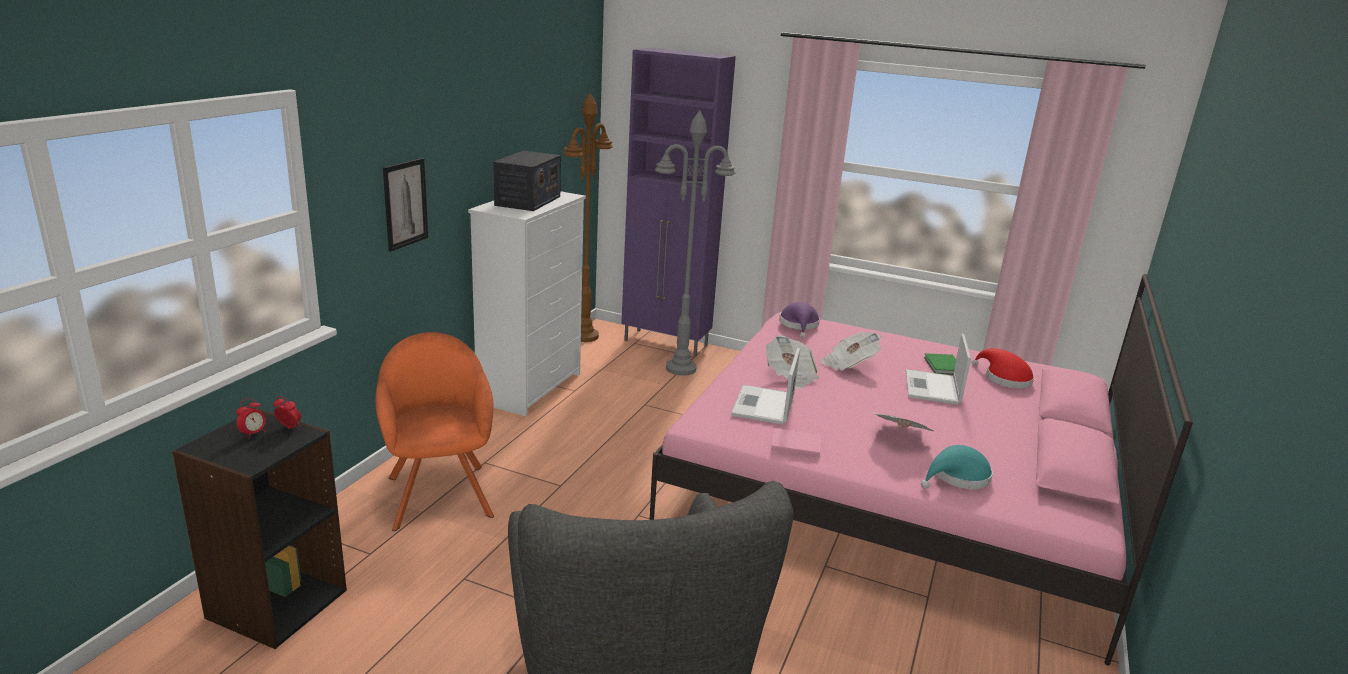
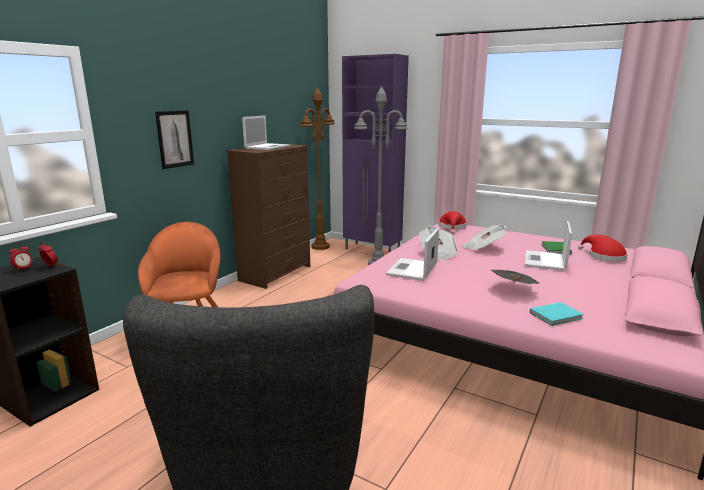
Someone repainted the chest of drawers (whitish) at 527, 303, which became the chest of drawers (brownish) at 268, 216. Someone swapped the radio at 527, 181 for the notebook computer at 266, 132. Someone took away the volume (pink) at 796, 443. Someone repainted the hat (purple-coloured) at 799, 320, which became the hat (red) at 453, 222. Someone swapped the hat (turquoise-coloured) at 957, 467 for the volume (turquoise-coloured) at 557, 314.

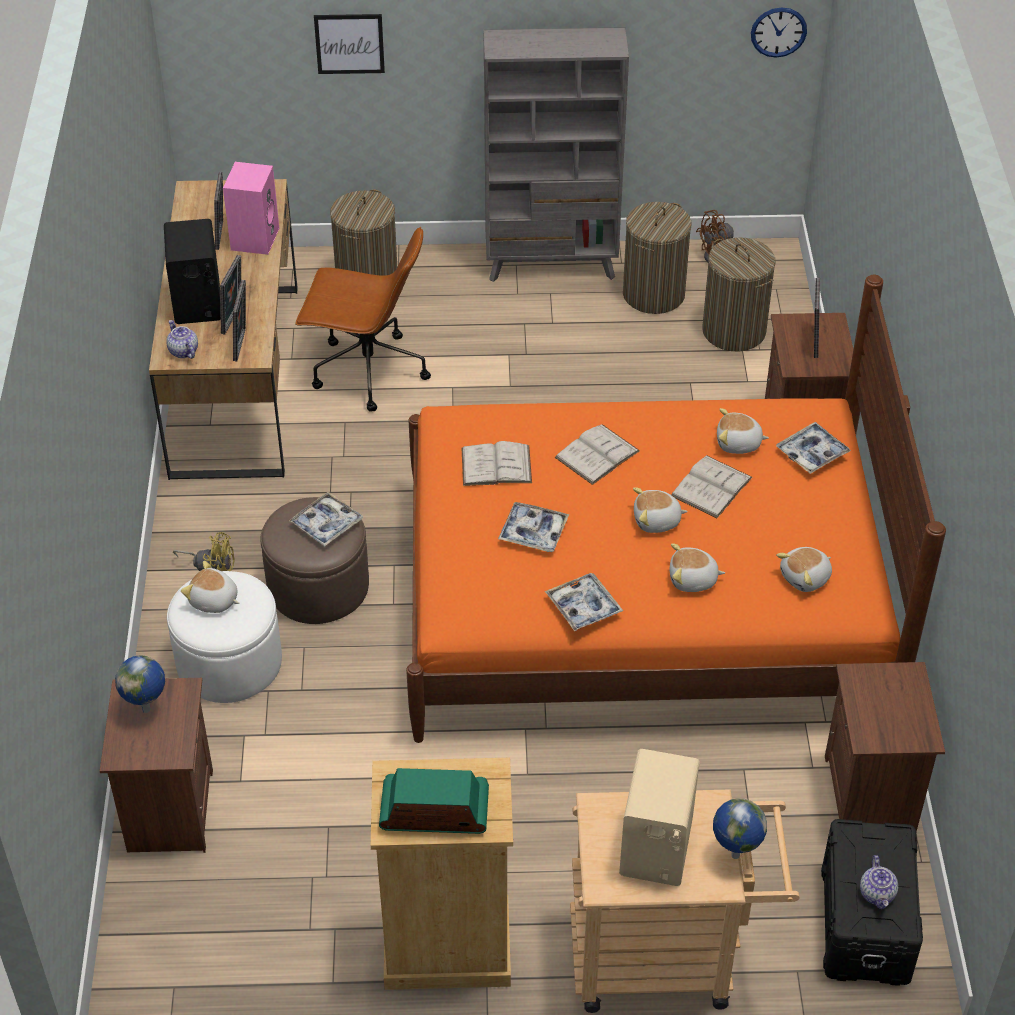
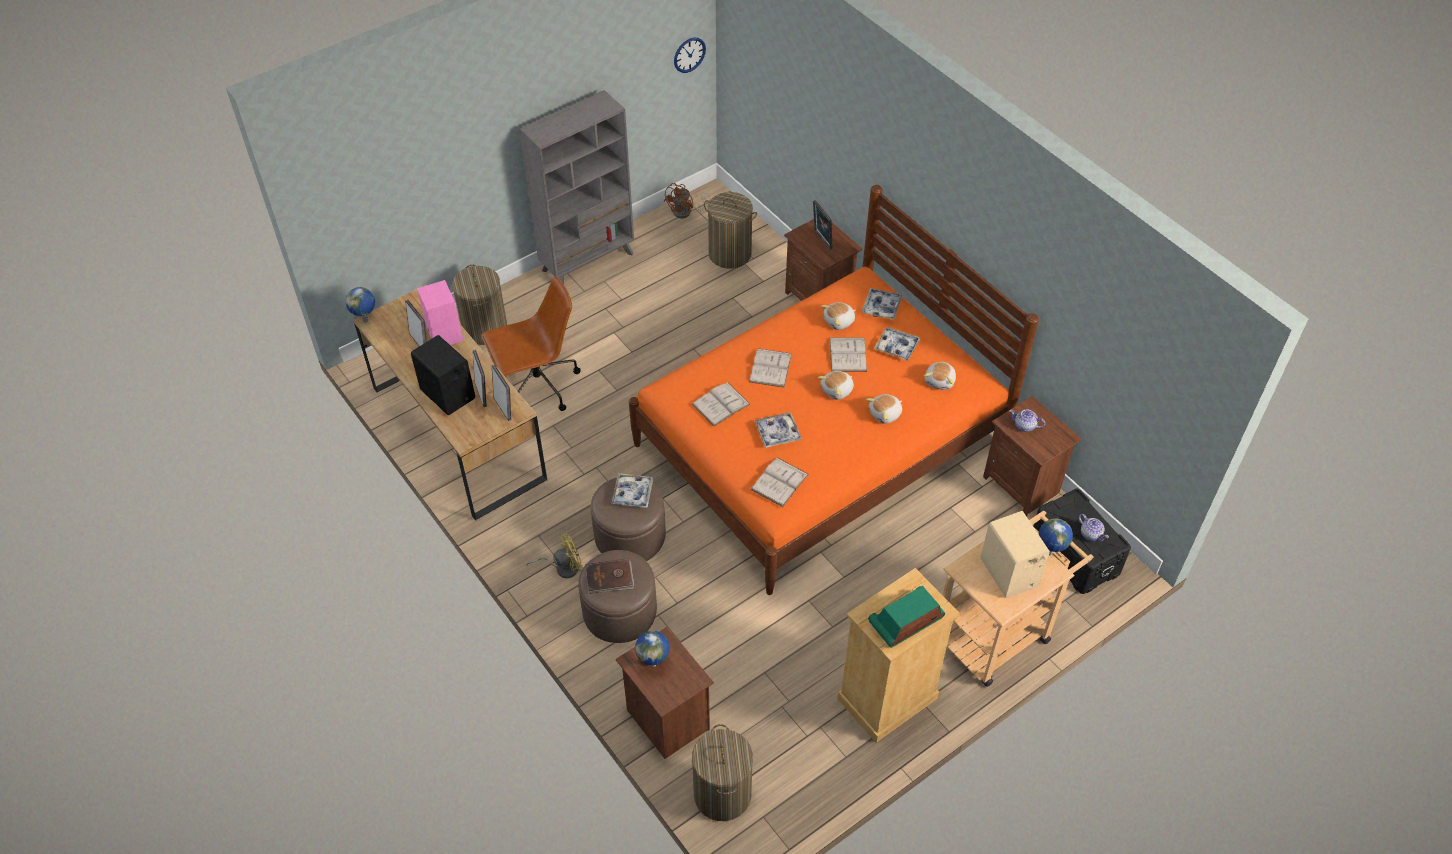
Someone carried the teapot from 182, 339 to 1027, 420. Someone repainted the ottoman (whitish) at 224, 637, which became the ottoman (brownish) at 617, 596. Someone swapped the cuddly toy at 210, 587 for the volume (brownish) at 609, 576. Someone took away the wall picture at 349, 44. Someone carried the carrying tray from 584, 602 to 897, 344. Someone carried the hamper from 657, 258 to 722, 772. Someone put down the globe at 360, 305. Someone put down the volume (whitish) at 780, 482.

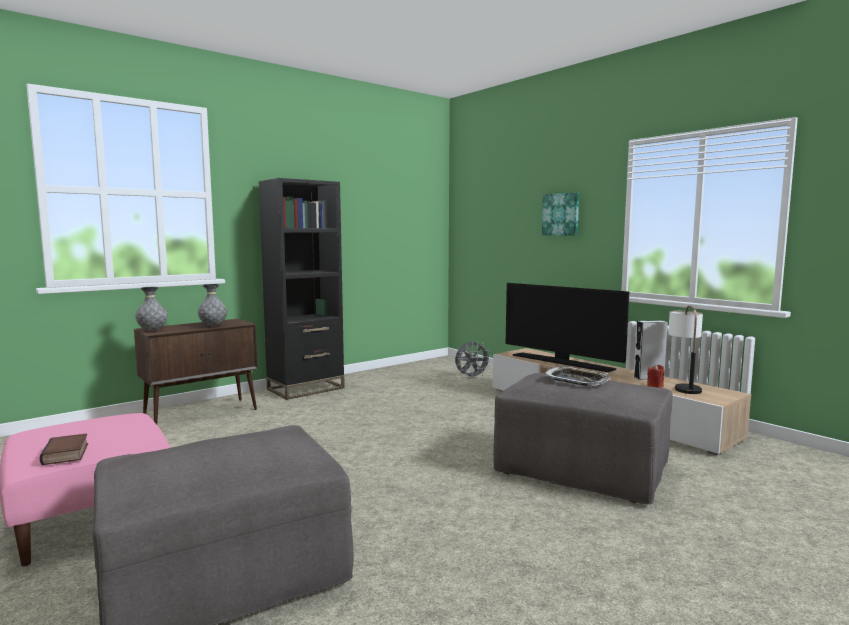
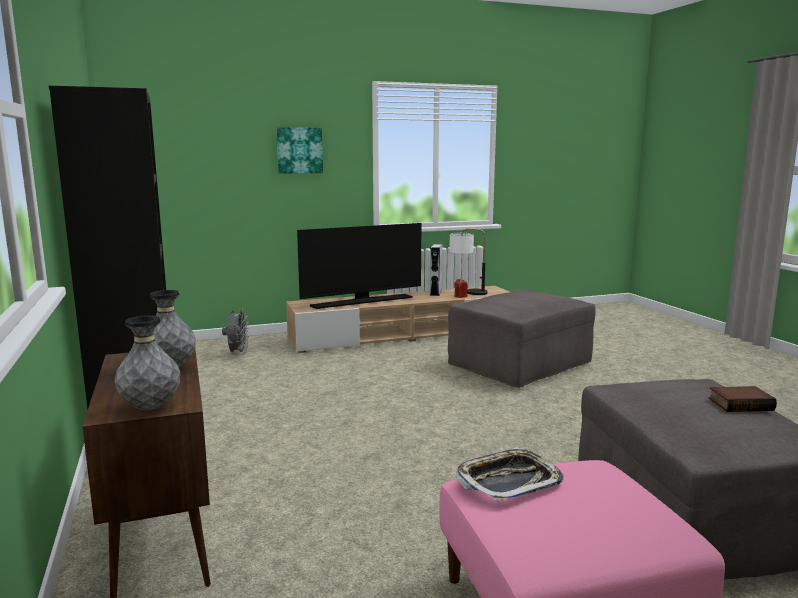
Someone carried the volume from 64, 449 to 743, 399. Someone carried the carrying tray from 577, 376 to 510, 474.

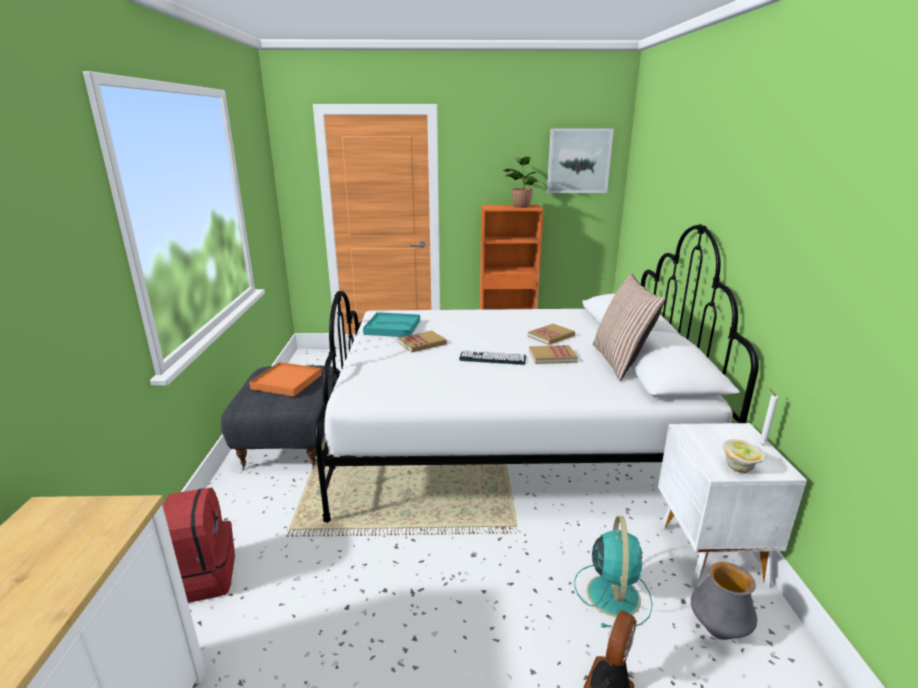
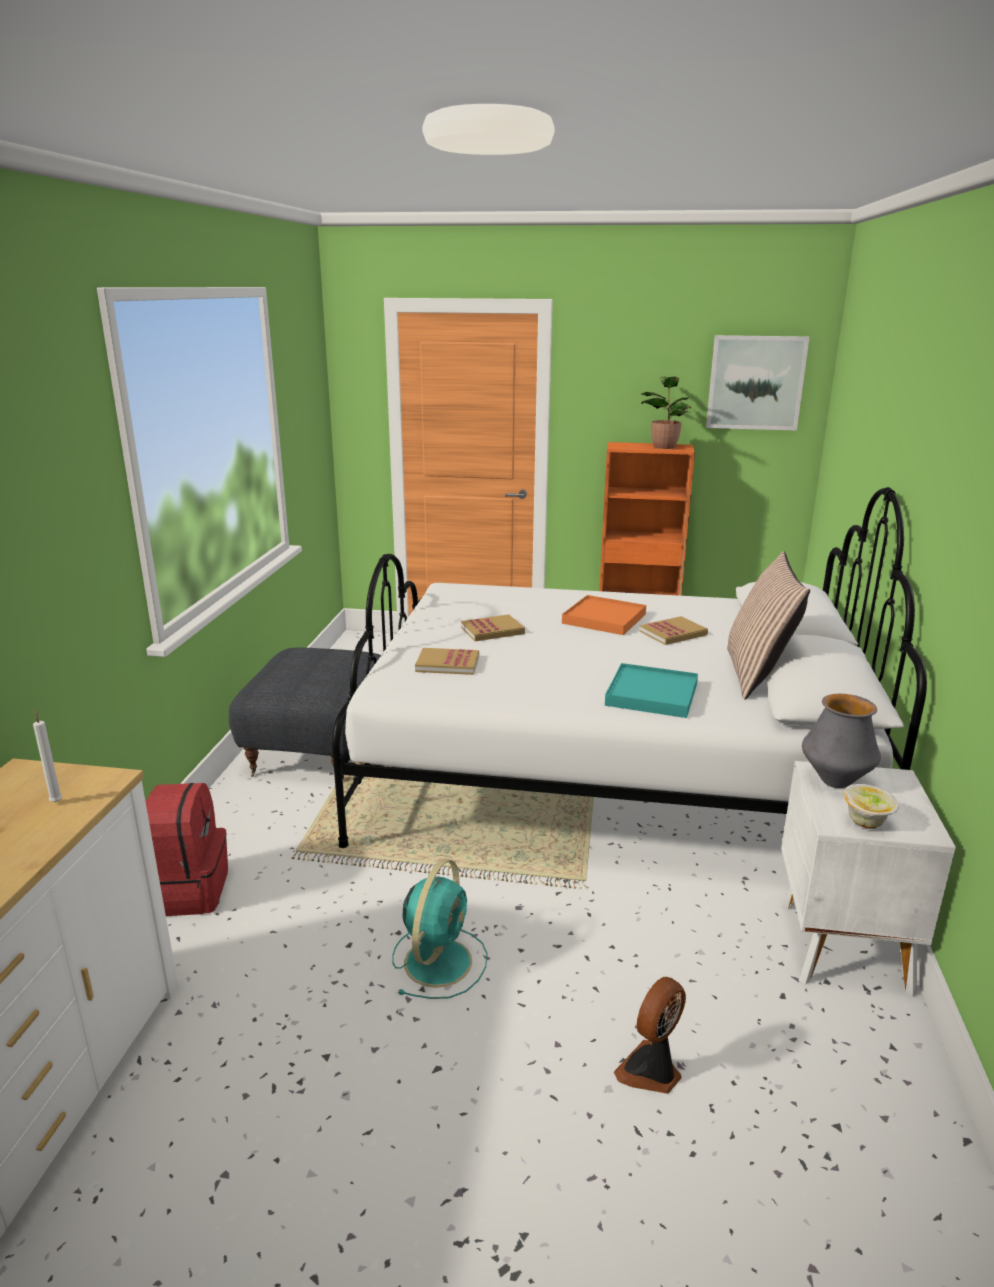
Someone carried the carrying tray (orange) from 285, 379 to 604, 615. Someone carried the carrying tray (turquoise-coloured) from 391, 324 to 651, 690. Someone took away the computer keyboard at 492, 357. Someone carried the volume from 553, 354 to 447, 661. Someone carried the electric fan (turquoise-coloured) from 613, 572 to 440, 929. Someone carried the flower vase from 724, 601 to 841, 741. Someone carried the candle (whitish) from 768, 417 to 47, 756.

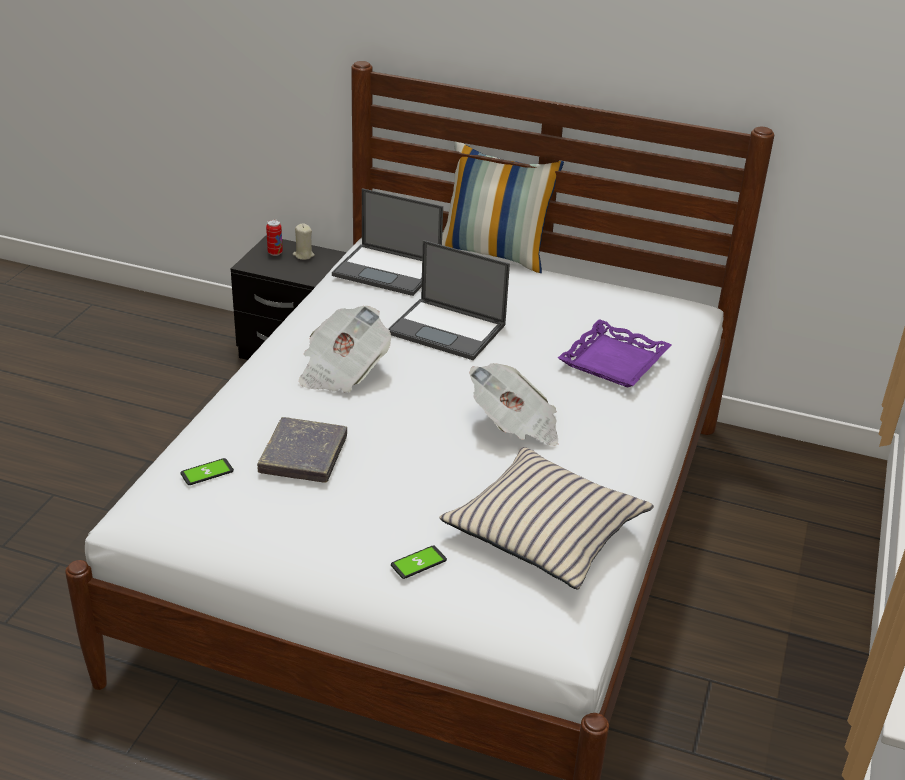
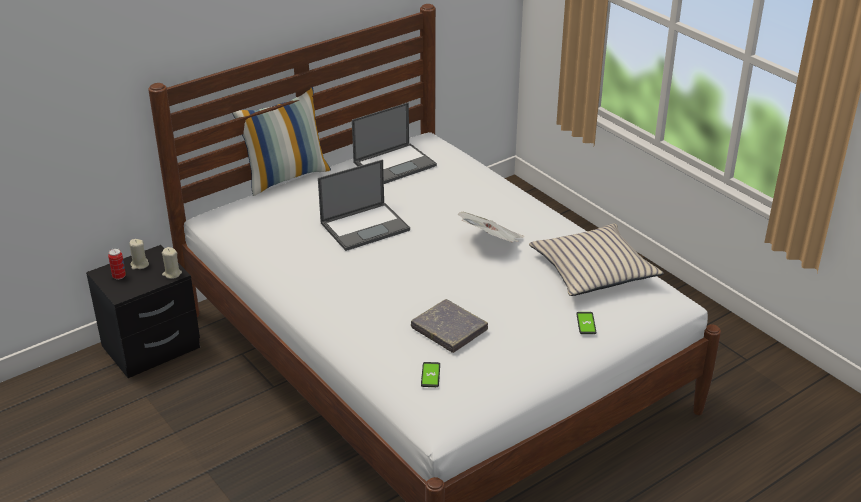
Someone took away the daily paper at 345, 349. Someone carried the notebook computer from 387, 242 to 394, 143. Someone took away the carrying tray (purple-coloured) at 614, 353. Someone put down the candle (beige) at 172, 263.

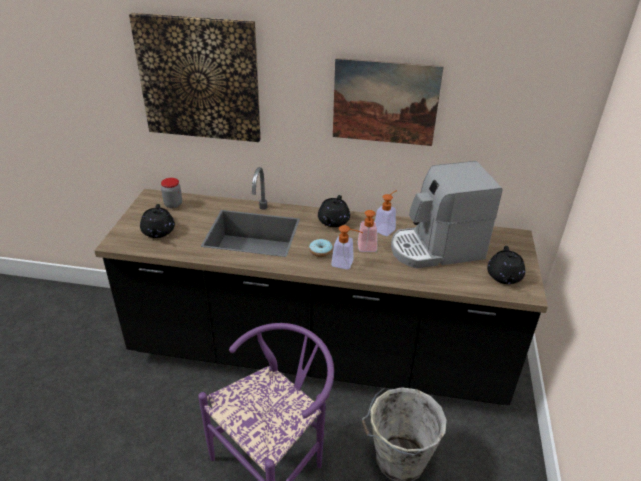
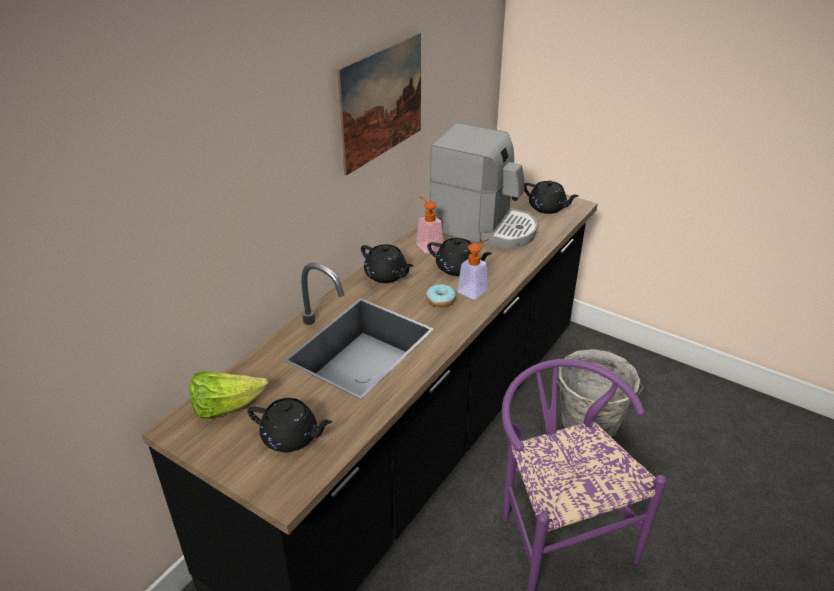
Someone took away the wall picture at 195, 77. Someone swapped the storage jar at 171, 193 for the lettuce head at 228, 395. Someone swapped the liquid soap bottle at 367, 231 for the teapot (blackish) at 460, 257. Someone rotated the coffee maker at 446, 214 by 75 degrees counterclockwise.

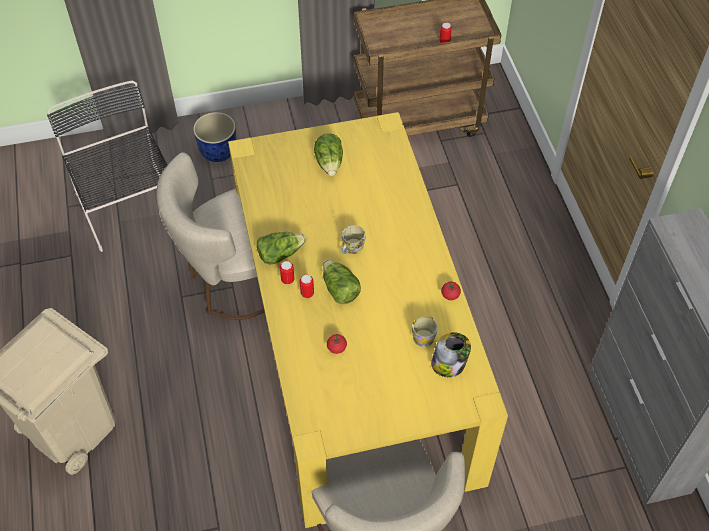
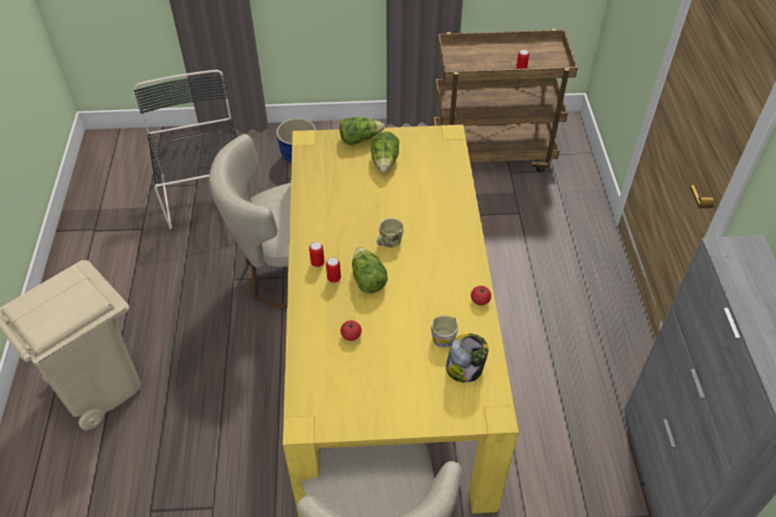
Someone carried the lettuce head from 281, 248 to 362, 131.

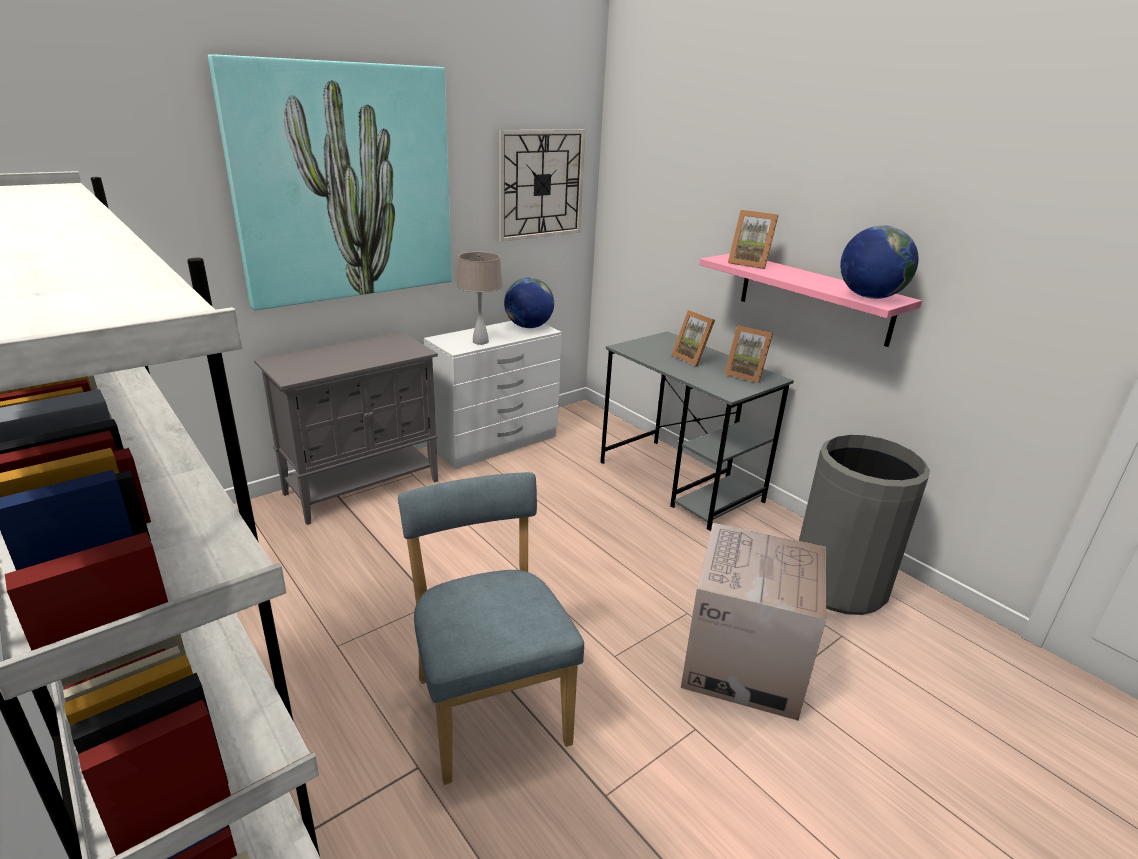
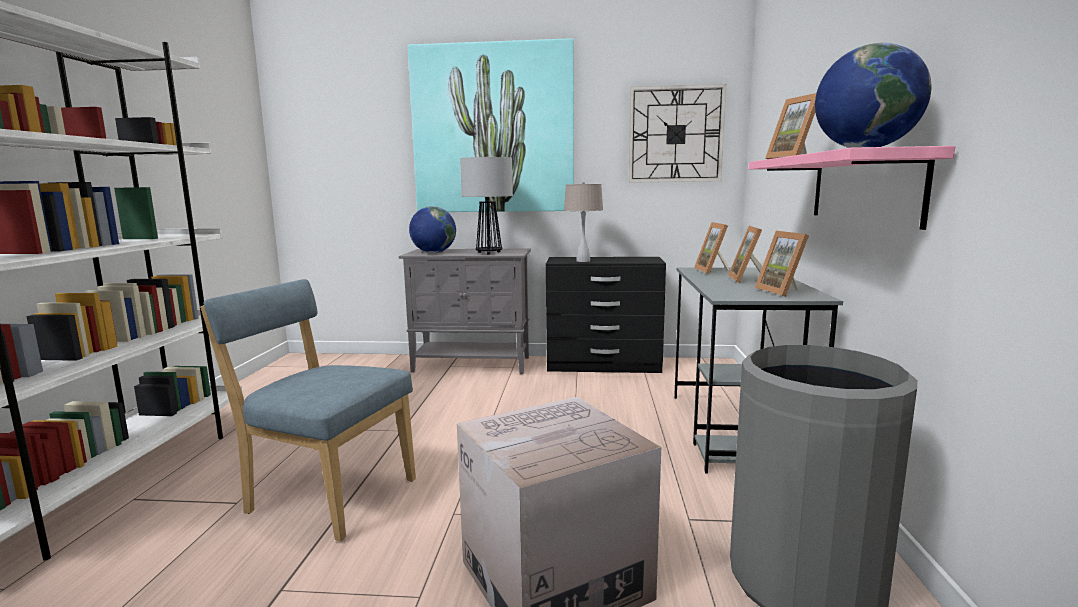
Someone rotated the chair (blue) at 491, 628 by 90 degrees counterclockwise. Someone repainted the chest of drawers (whitish) at 493, 395, which became the chest of drawers (blackish) at 606, 315. Someone carried the globe from 529, 302 to 432, 229. Someone put down the tabletop lamp at 486, 206. Someone put down the picture frame at 711, 248.

